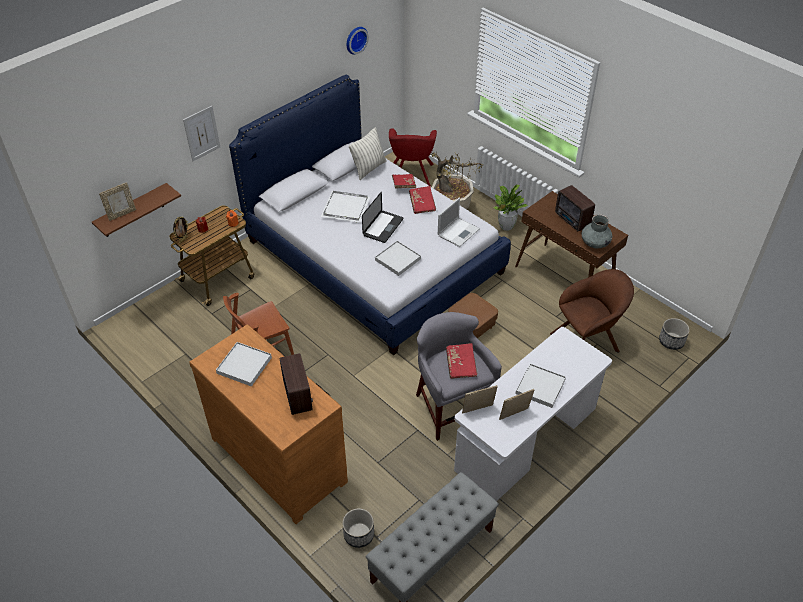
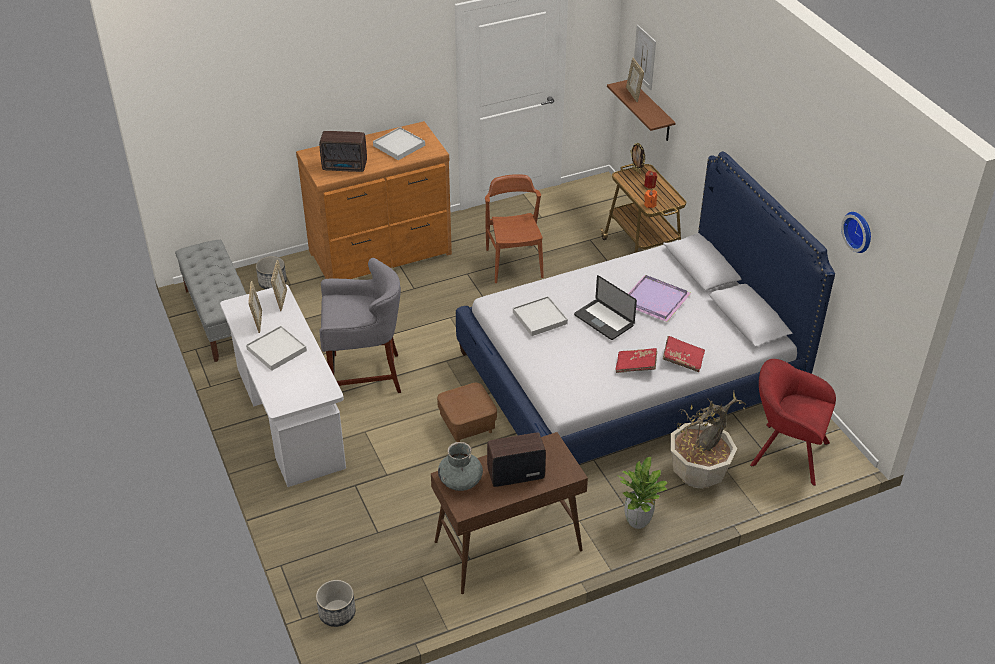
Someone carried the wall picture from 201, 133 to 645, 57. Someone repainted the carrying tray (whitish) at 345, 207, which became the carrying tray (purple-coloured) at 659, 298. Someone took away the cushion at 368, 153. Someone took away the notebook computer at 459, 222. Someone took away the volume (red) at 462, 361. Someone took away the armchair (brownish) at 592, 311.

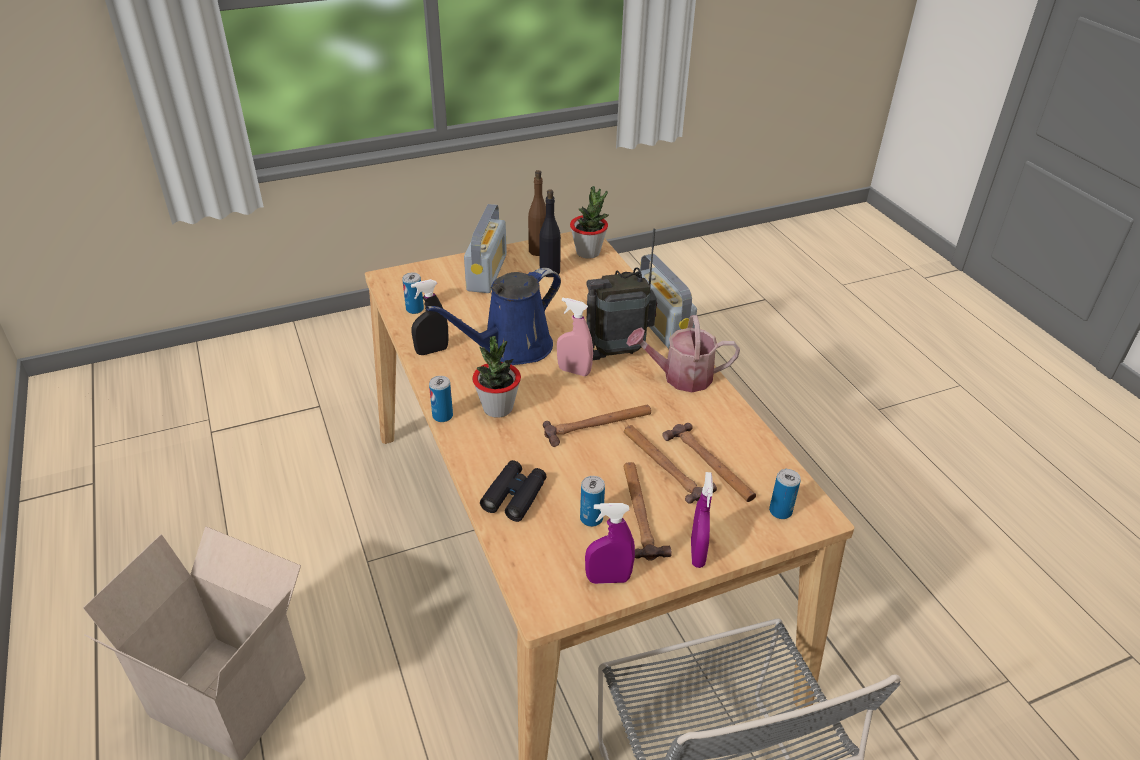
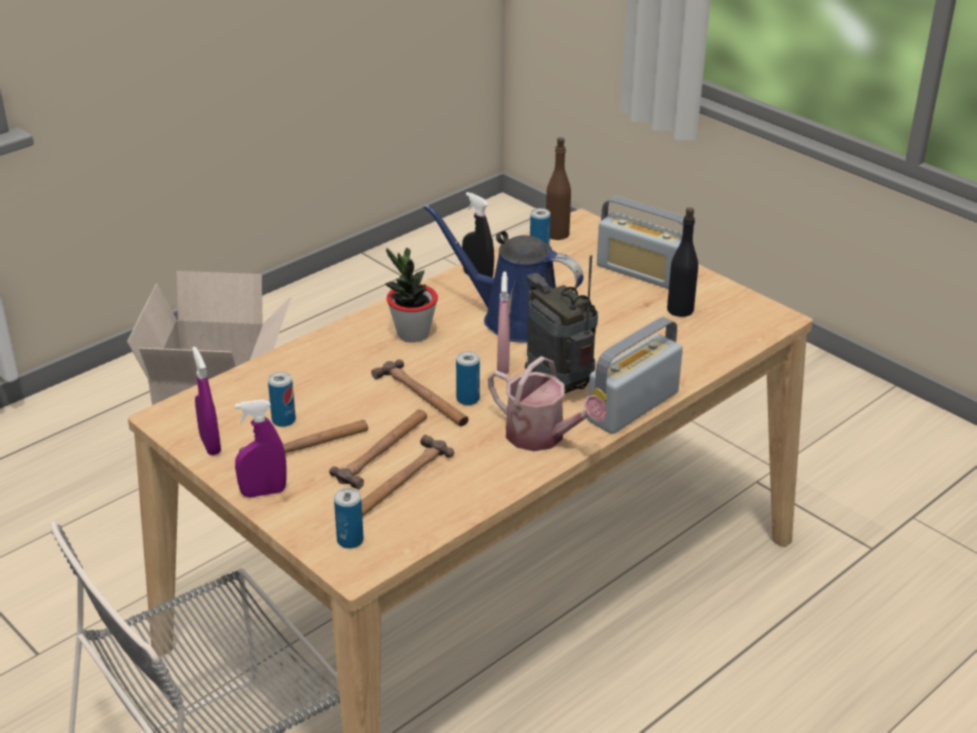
Someone carried the metal can from 441, 399 to 468, 378. Someone rotated the radio at 485, 248 by 45 degrees clockwise. Someone took away the field glasses (blackish) at 513, 491. Someone carried the beverage bottle (brownish) from 537, 213 to 558, 188. Someone took away the plant in a pot at 589, 222. Someone rotated the watering pot at 683, 353 by 150 degrees clockwise.

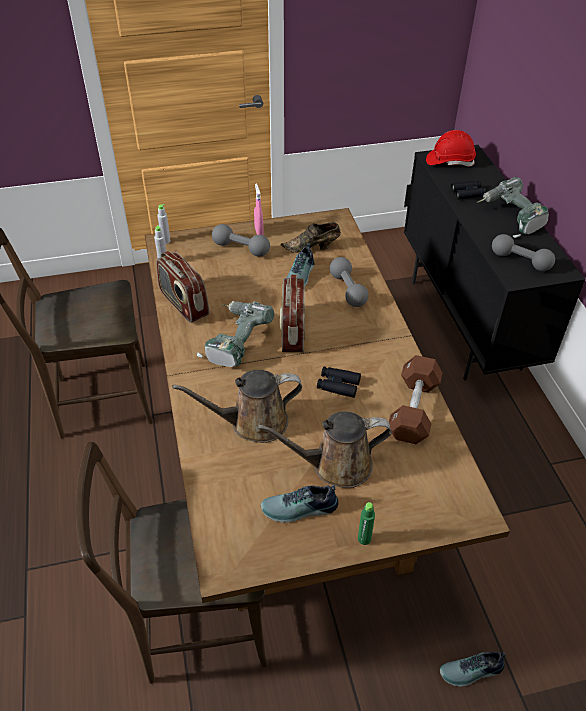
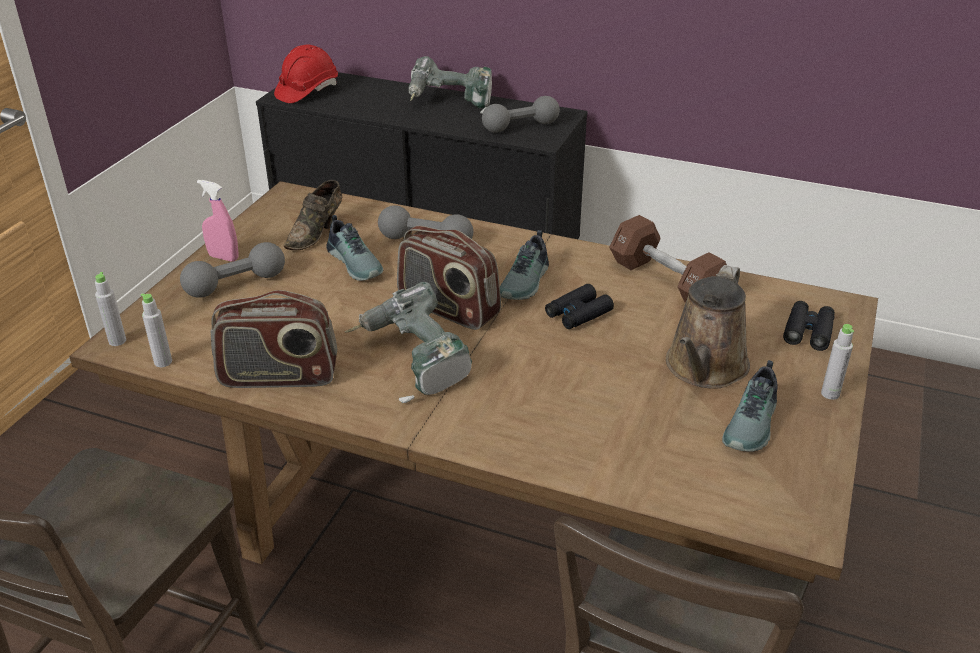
Someone took away the watering pot (brownish) at 237, 406. Someone repainted the beverage bottle (green) at 366, 523, which became the beverage bottle (grey) at 837, 362. Someone carried the low shoe from 472, 669 to 524, 265. Someone carried the field glasses (blackish) from 469, 190 to 809, 326.

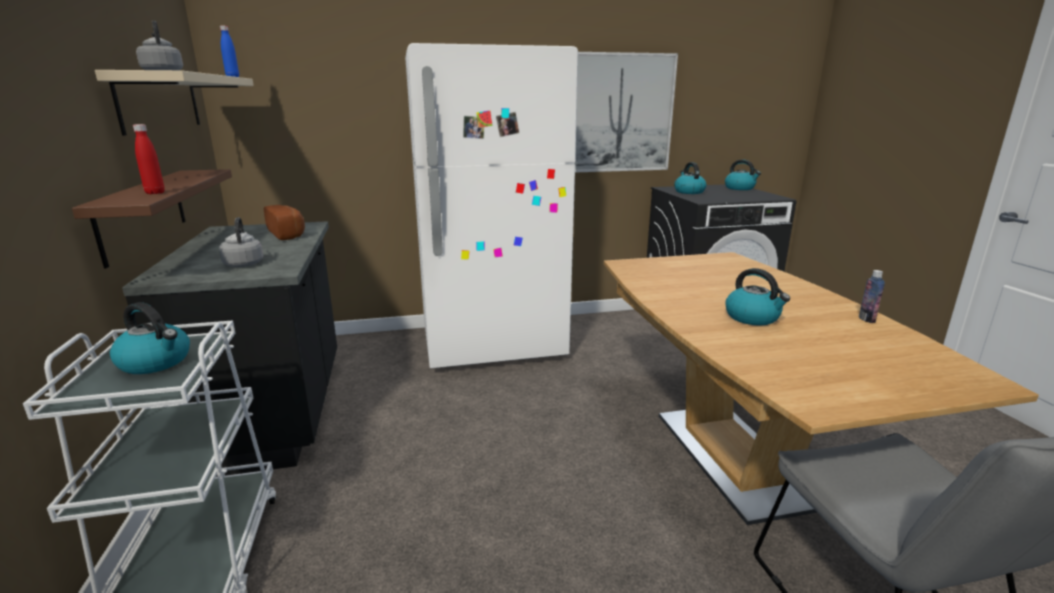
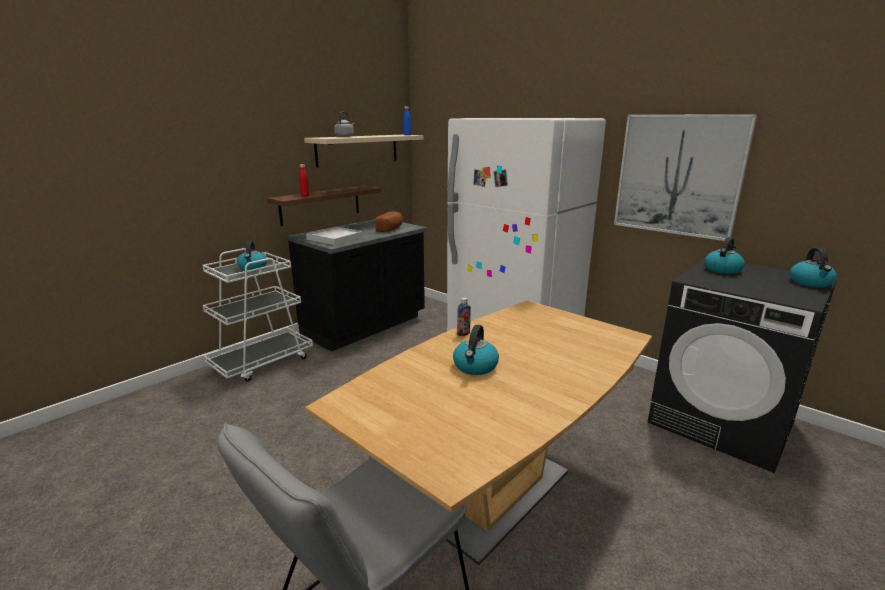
Someone swapped the kettle (grey) at 241, 242 for the carrying tray (whitish) at 334, 236. Someone carried the beverage bottle from 872, 296 to 464, 316.

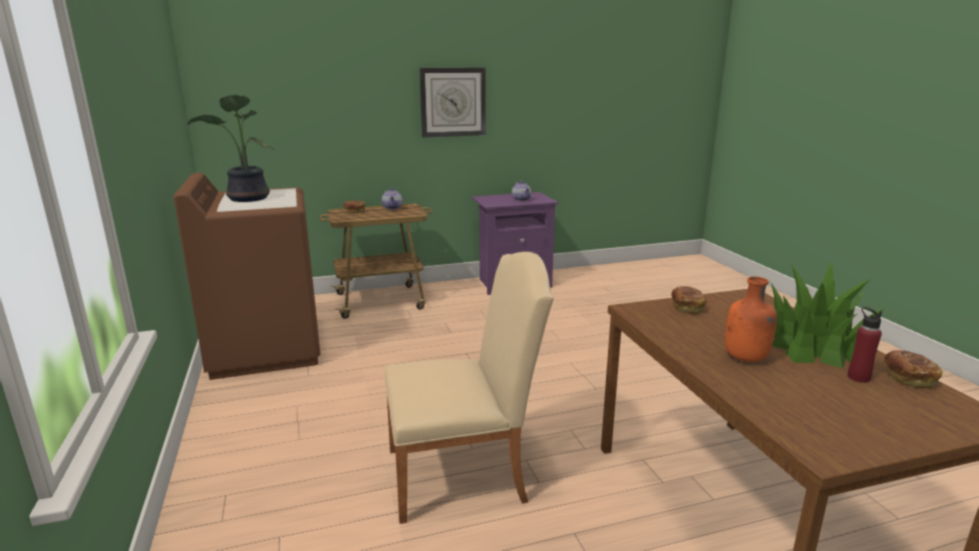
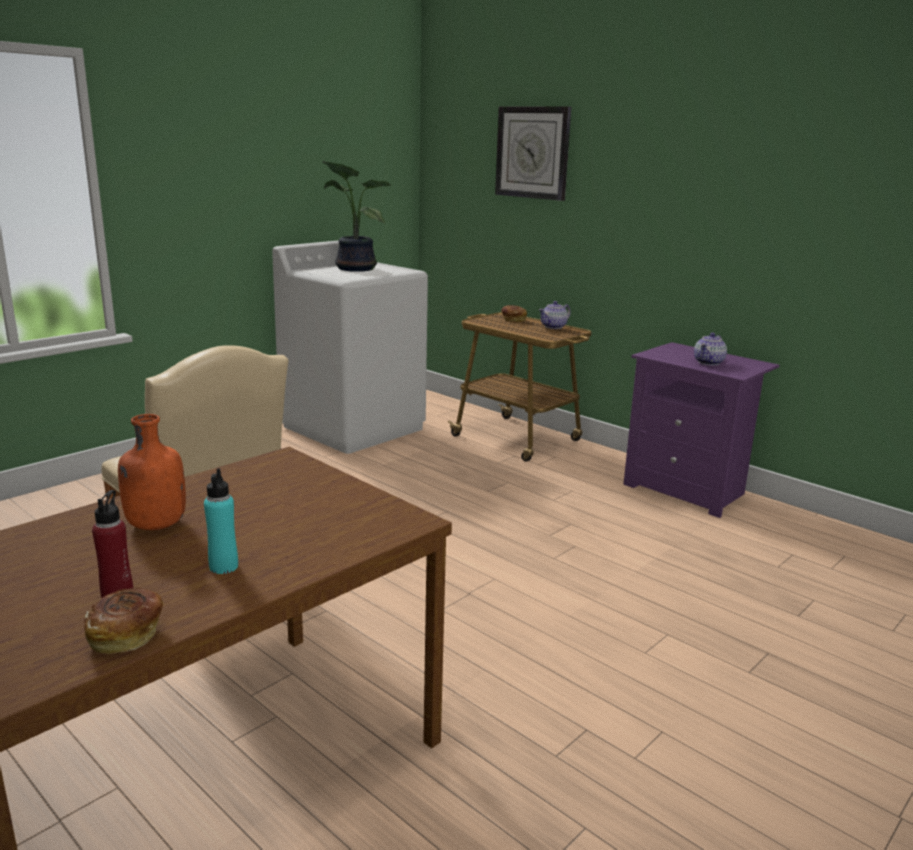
Someone repainted the laundry appliance (brownish) at 246, 276, which became the laundry appliance (whitish) at 350, 347. Someone carried the hanging clock from 452, 103 to 533, 153. Someone took away the baked bread at 689, 300. Someone swapped the plant in a pot at 828, 314 for the beverage bottle (turquoise-coloured) at 221, 521.

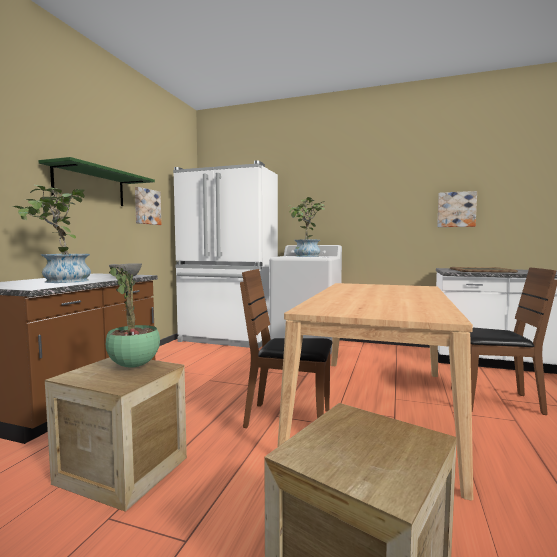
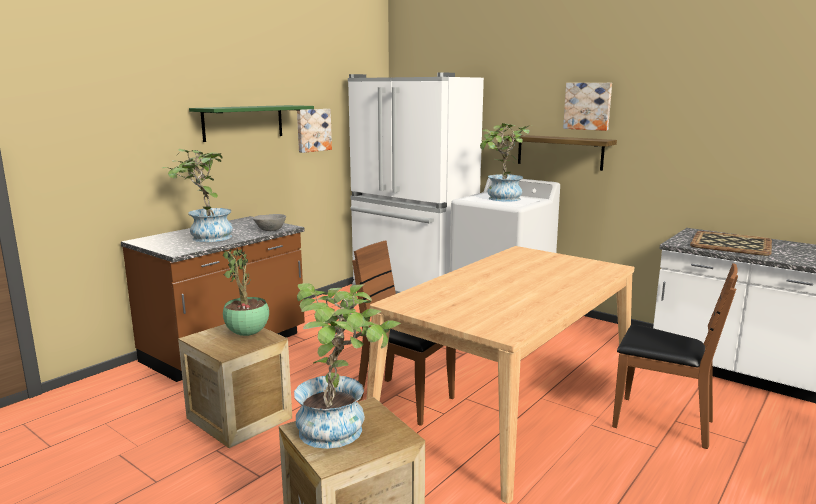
Someone carried the wall picture from 457, 209 to 587, 107. Someone put down the plant in a pot at 347, 366. Someone put up the bracket shelf at 559, 152.

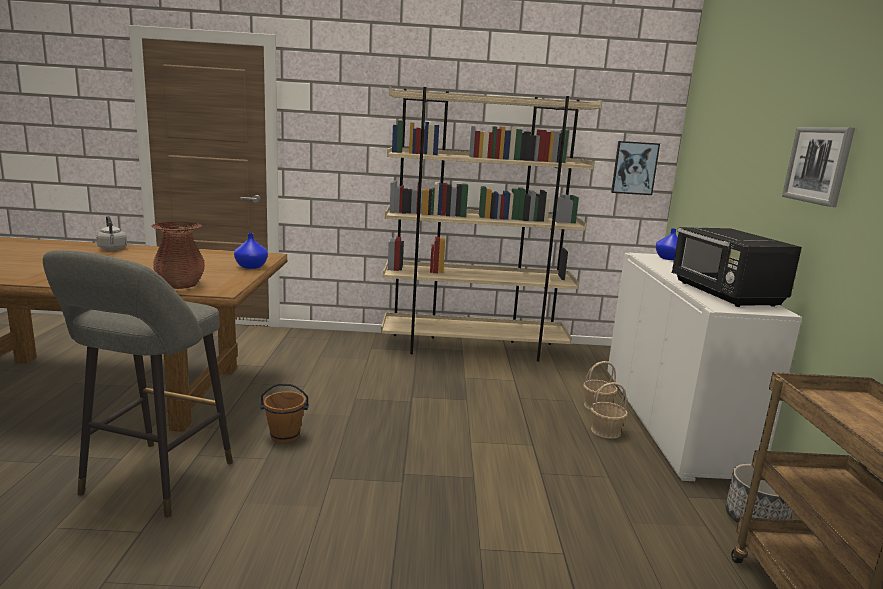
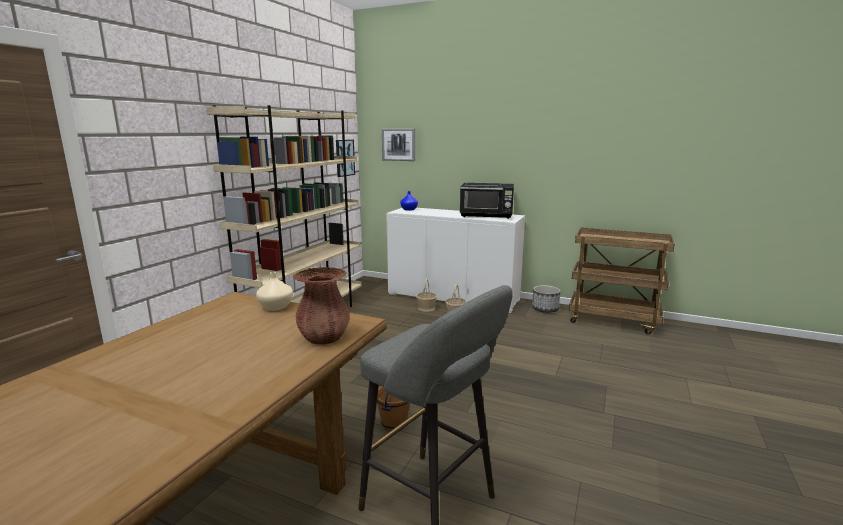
Someone took away the kettle (grey) at 111, 232. Someone repainted the flower vase (blue) at 251, 251, which became the flower vase (beige) at 274, 291. Someone carried the wall picture from 818, 167 to 398, 144.

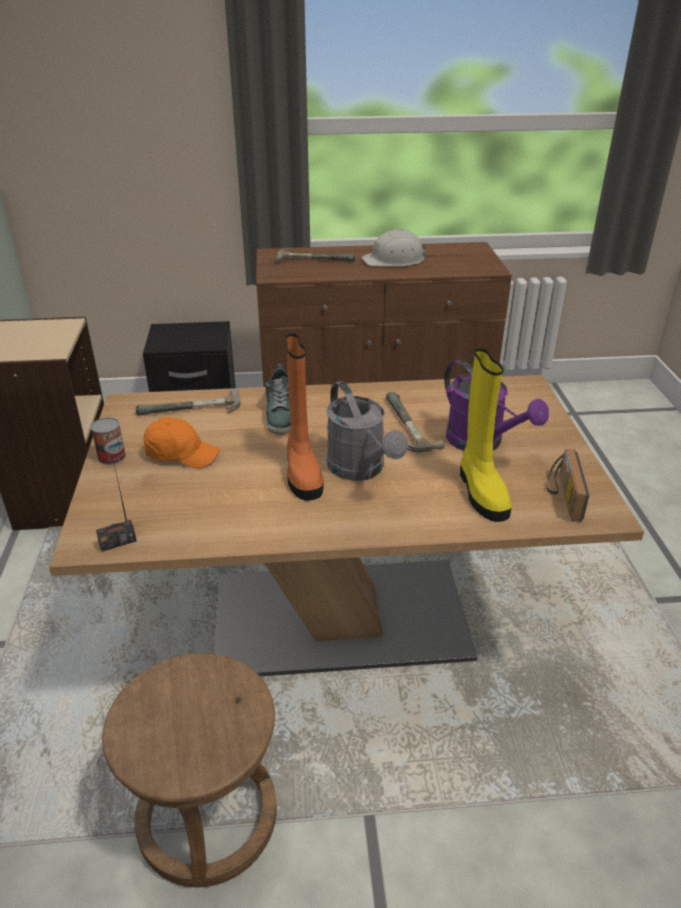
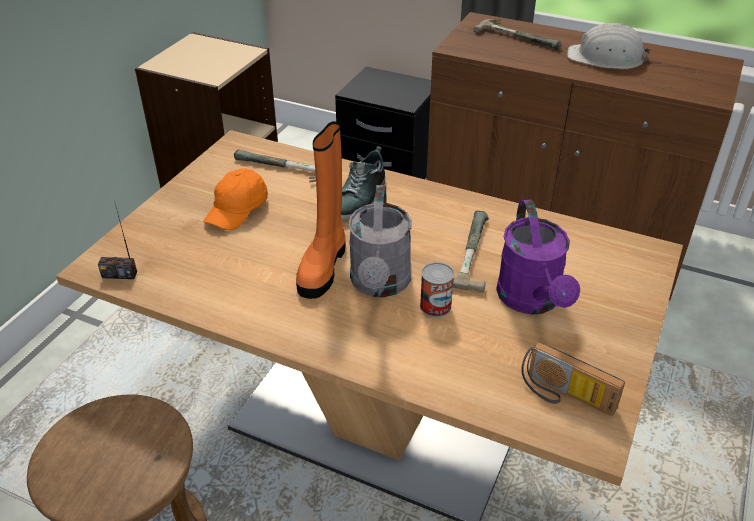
Someone carried the metal can from 108, 441 to 437, 289. Someone rotated the baseball cap (orange) at 181, 442 by 75 degrees clockwise. Someone took away the boot (yellowish) at 486, 435. Someone rotated the radio at 567, 485 by 90 degrees counterclockwise.

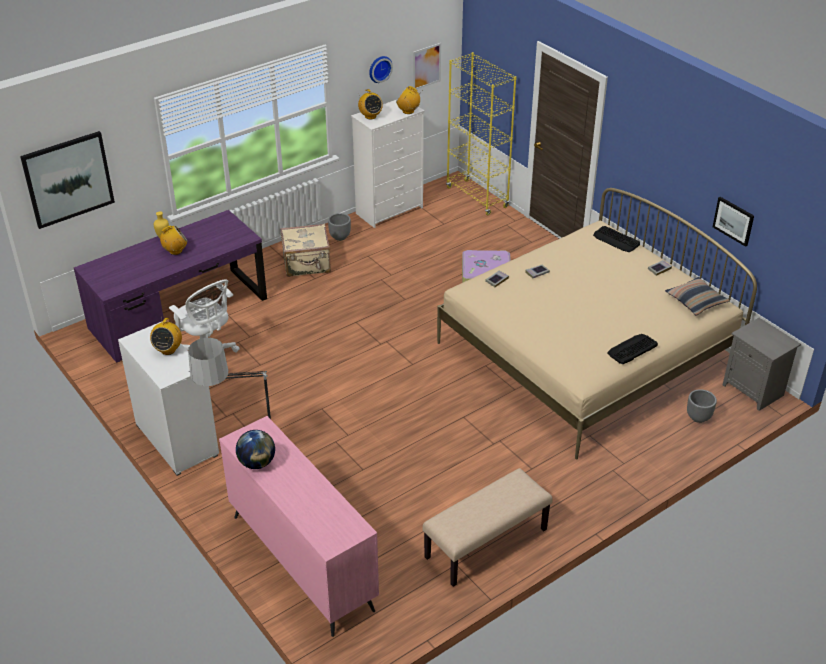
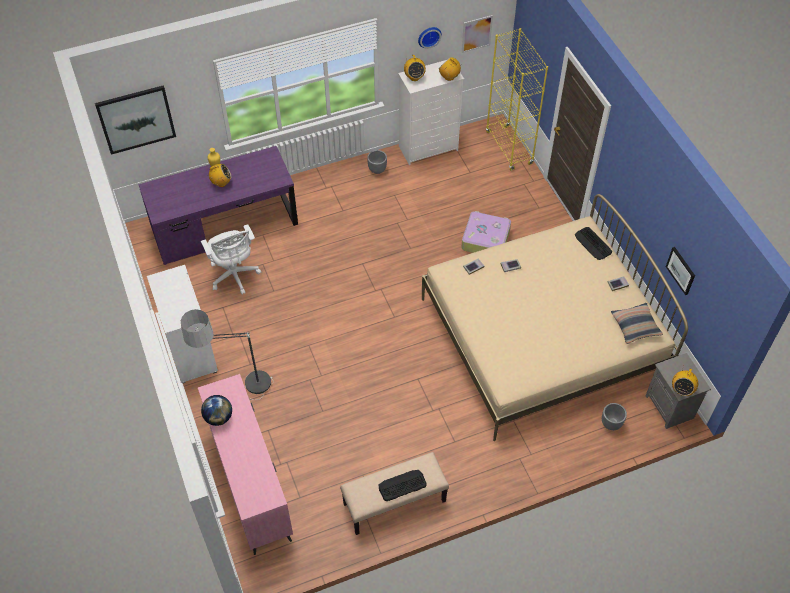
Someone carried the radio from 166, 336 to 685, 381. Someone took away the piece of luggage (beige) at 305, 250. Someone carried the computer keyboard from 632, 349 to 402, 485.

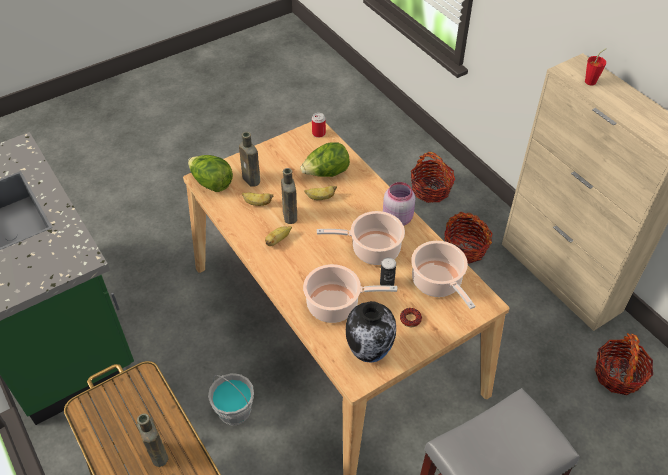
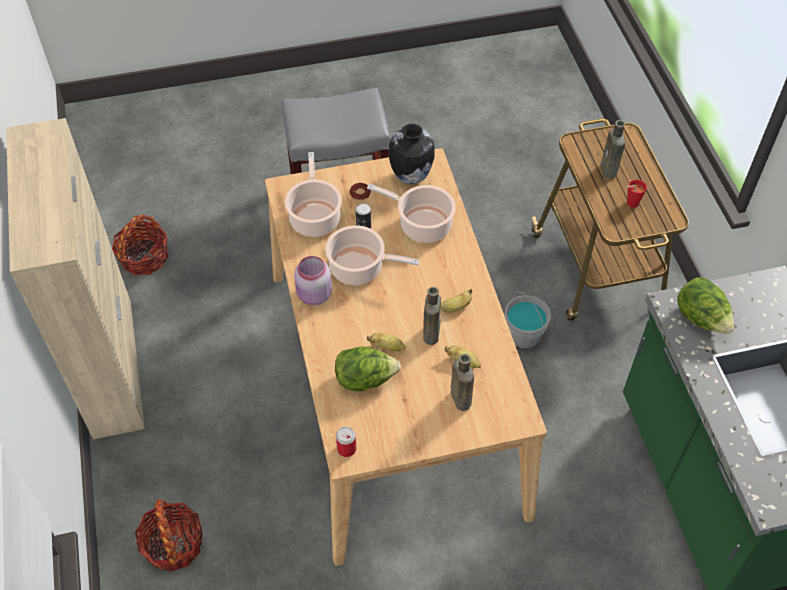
Someone carried the lettuce head from 210, 173 to 705, 305. Someone took away the basket at 468, 238. Someone carried the small cup (red) from 596, 66 to 636, 193.

